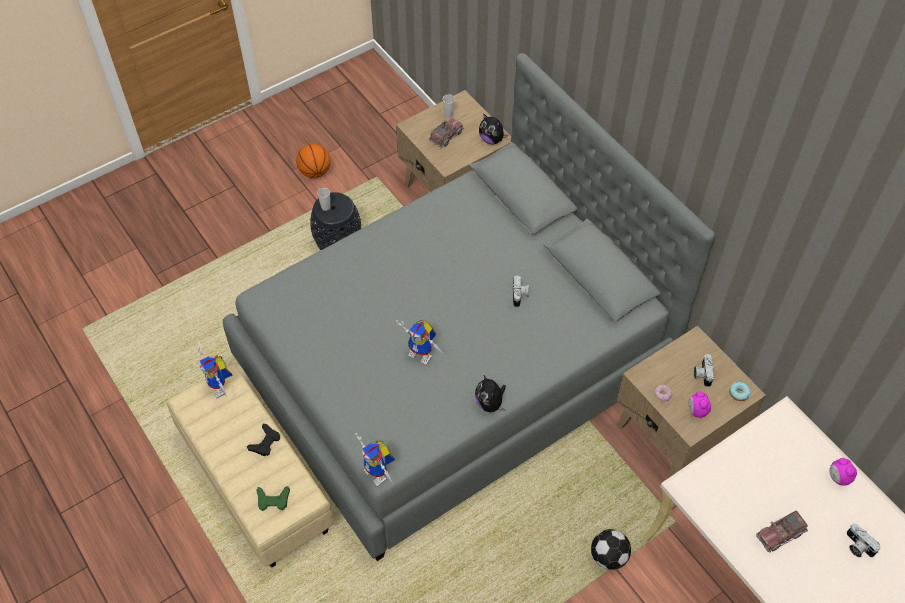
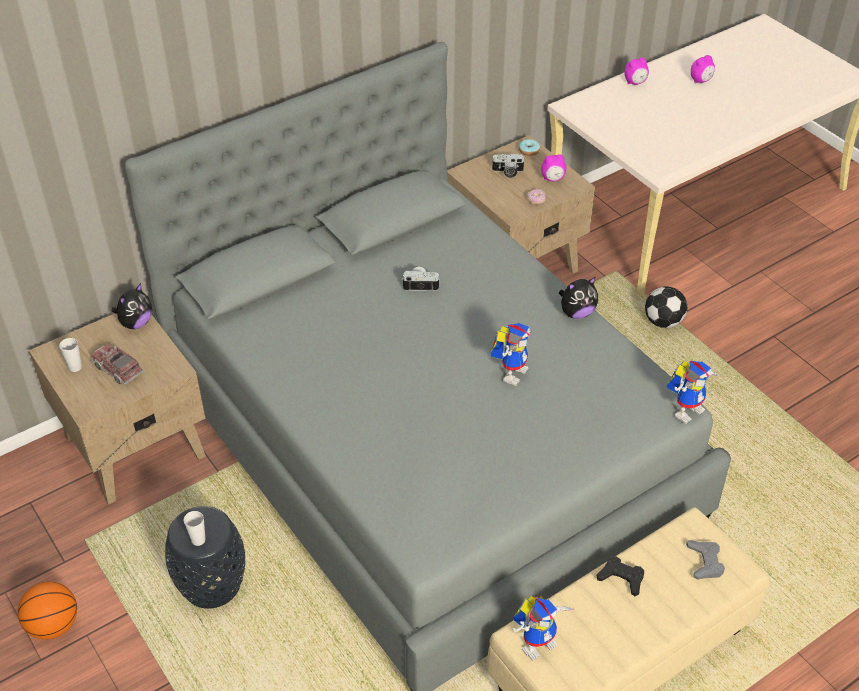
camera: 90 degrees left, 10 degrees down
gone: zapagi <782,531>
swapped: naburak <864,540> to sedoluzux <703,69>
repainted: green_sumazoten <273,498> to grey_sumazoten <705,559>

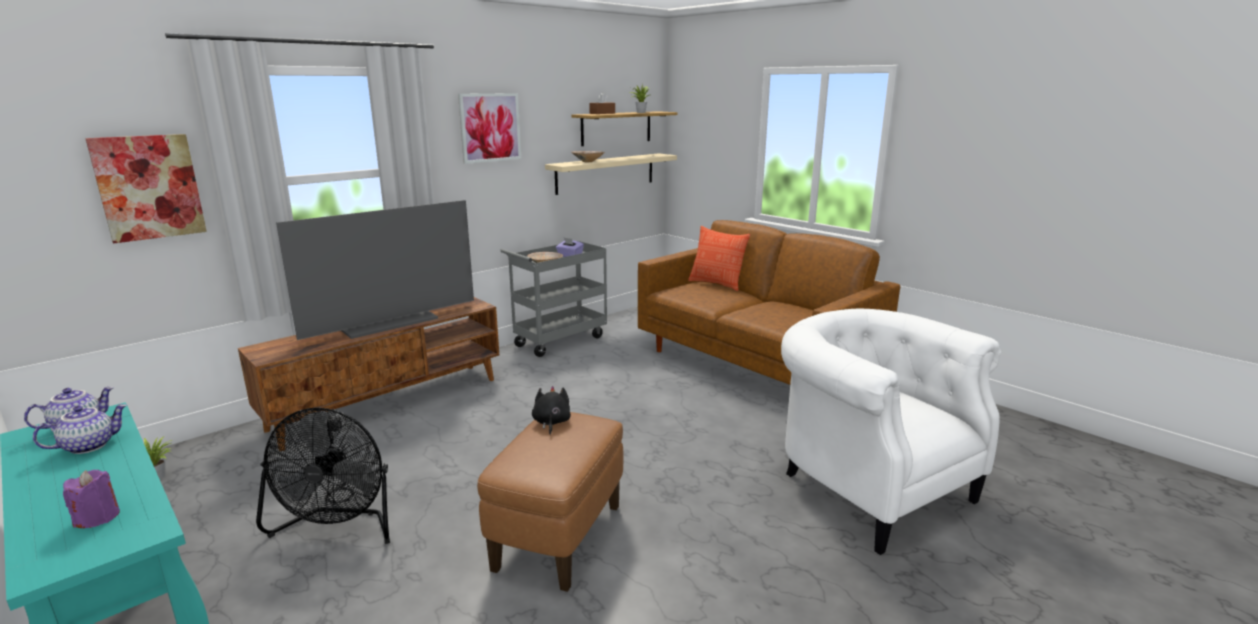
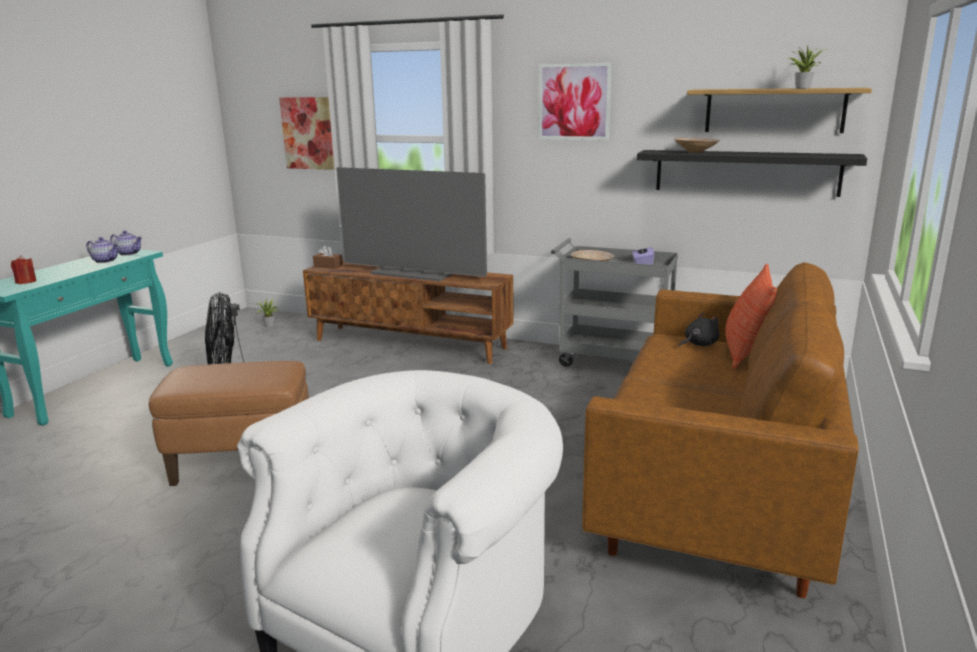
camera: 65 degrees right, 0 degrees up
shifted: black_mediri <551,410> to <699,330>; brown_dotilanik <602,103> to <328,257>
repainted: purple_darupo <91,499> to red_darupo <24,269>; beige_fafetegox <611,174> to black_fafetegox <752,173>

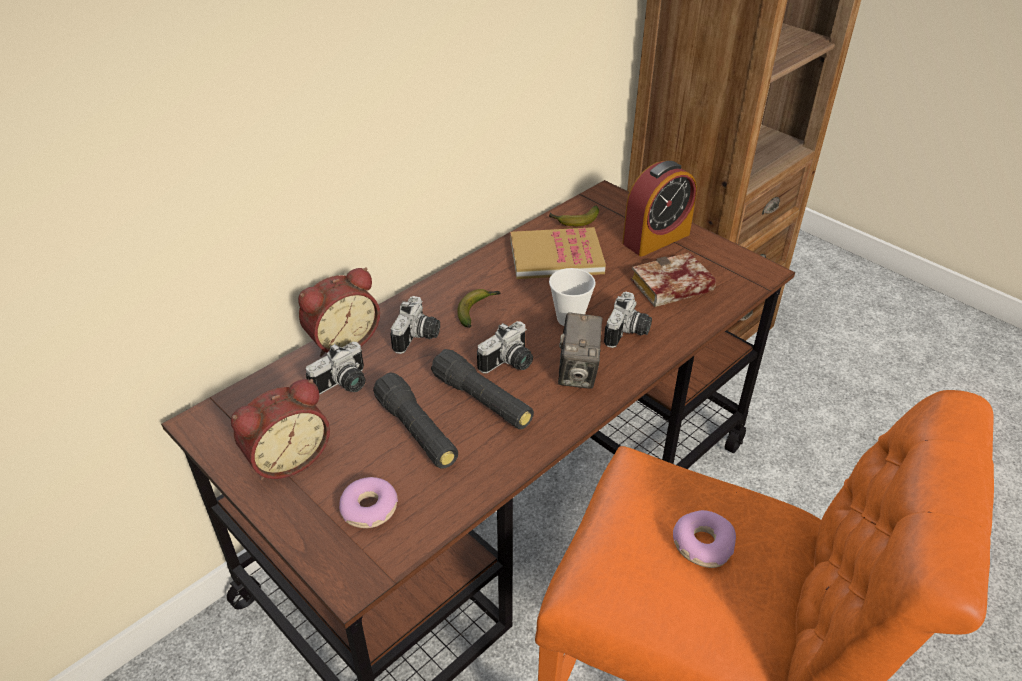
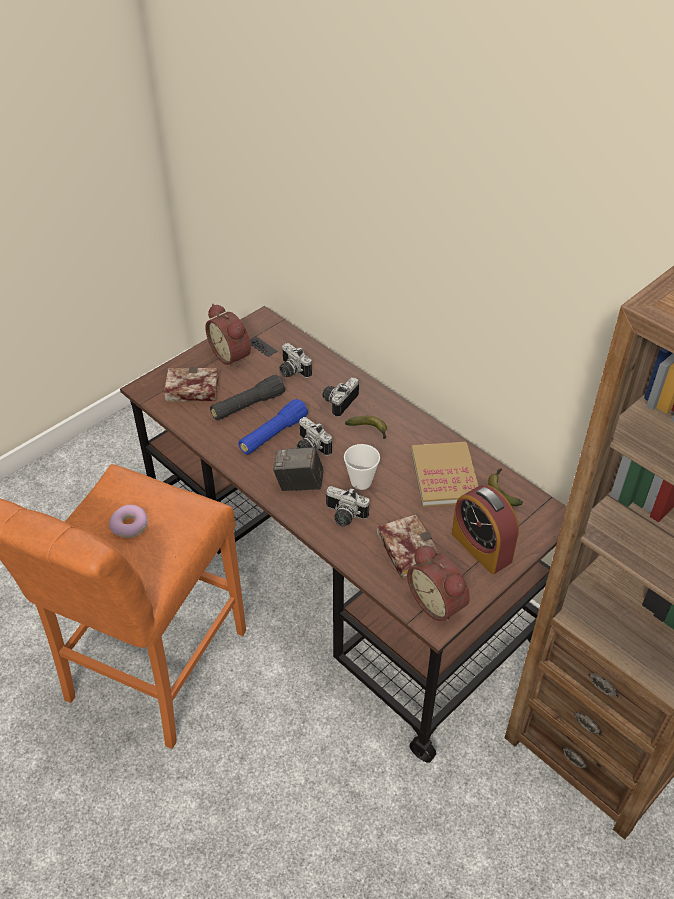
camera: 90 degrees right, 5 degrees up
shifted: sedoluzux <339,312> to <438,584>
swapped: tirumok <368,502> to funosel <191,384>
repainted: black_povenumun <482,389> to blue_povenumun <273,427>
rotated: naburak <415,325> = <340,397> 105 degrees clockwise

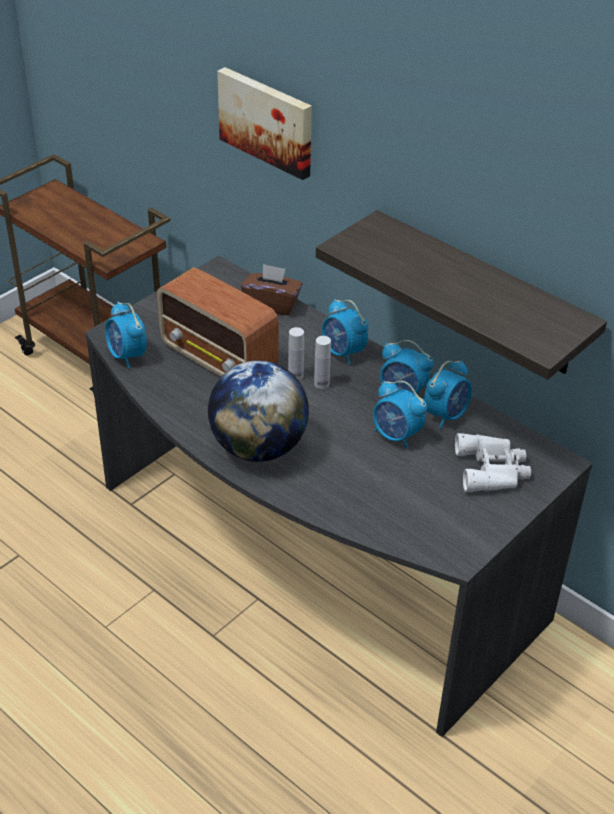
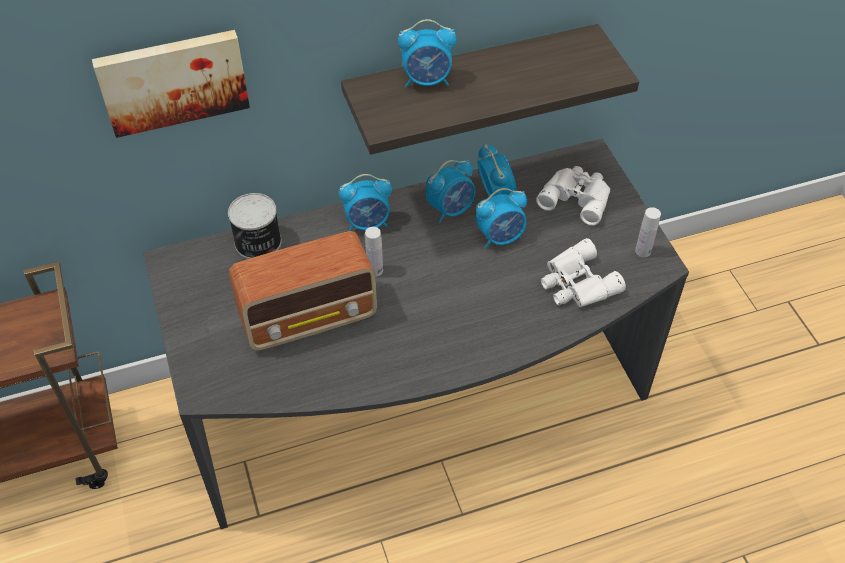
camera: 60 degrees left, 10 degrees up
gone: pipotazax <258,411>
new: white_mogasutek <583,272>
shifted: sedoluzux <126,334> to <427,53>; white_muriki <322,362> to <648,232>
swapped: brown_dotilanik <272,289> to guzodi <255,226>

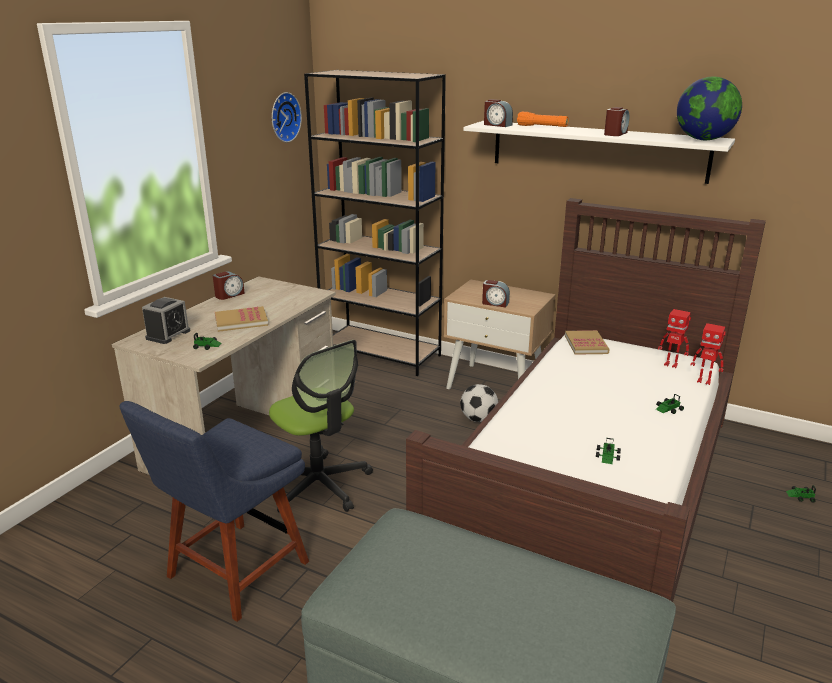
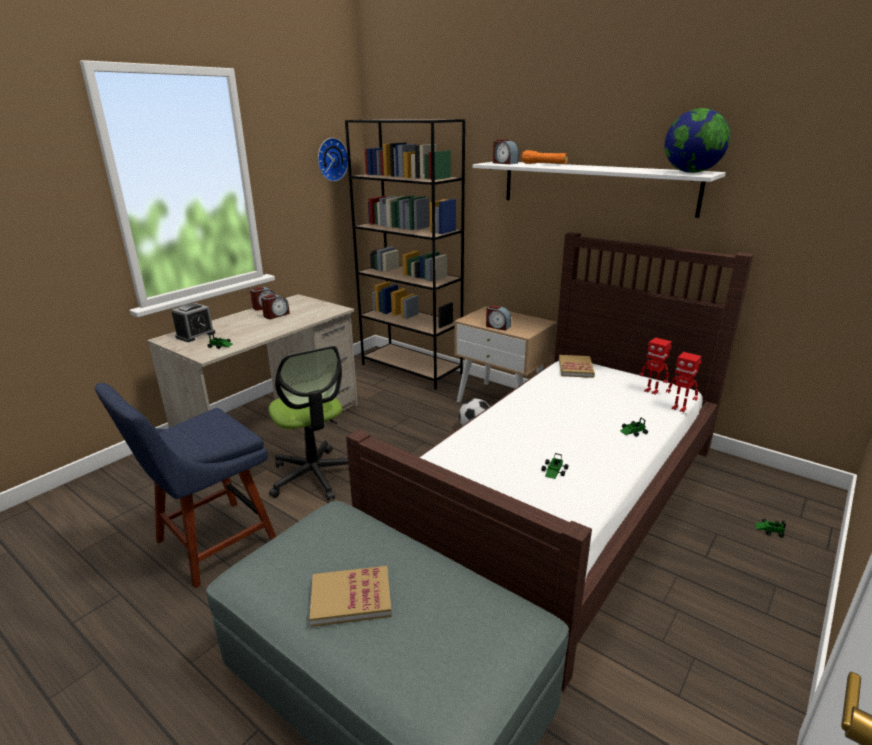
camera: 10 degrees right, 0 degrees up
shifted: funosel <241,319> to <351,596>; sedoluzux <616,121> to <275,306>

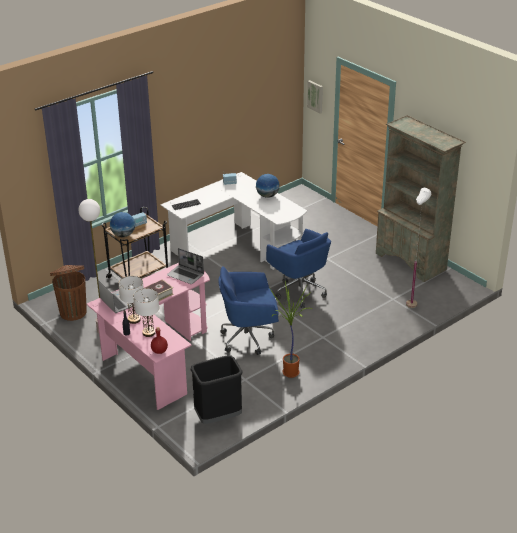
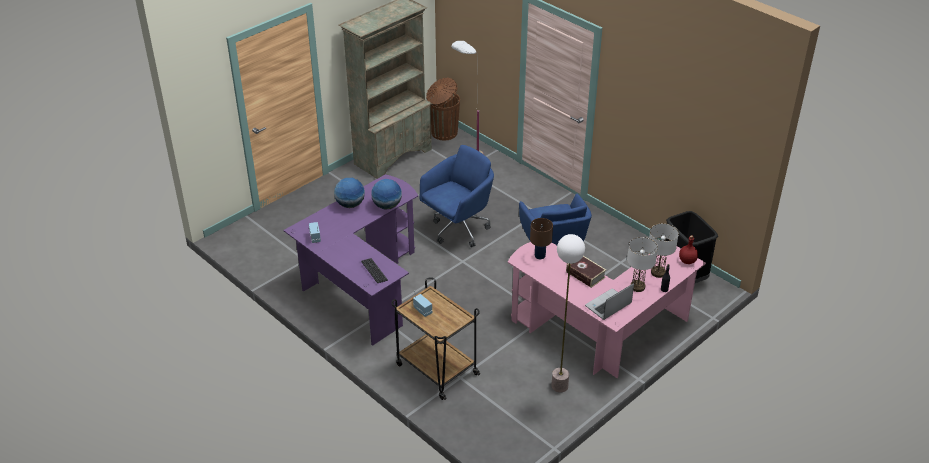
camera: 95 degrees left, 5 degrees up
gone: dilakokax <291,329>; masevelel <315,97>
shifted: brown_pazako <68,293> to <443,109>; pipotazax <122,224> to <386,194>
swapped: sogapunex <185,266> to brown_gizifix <541,238>
repainted: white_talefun <233,221> to purple_talefun <350,260>

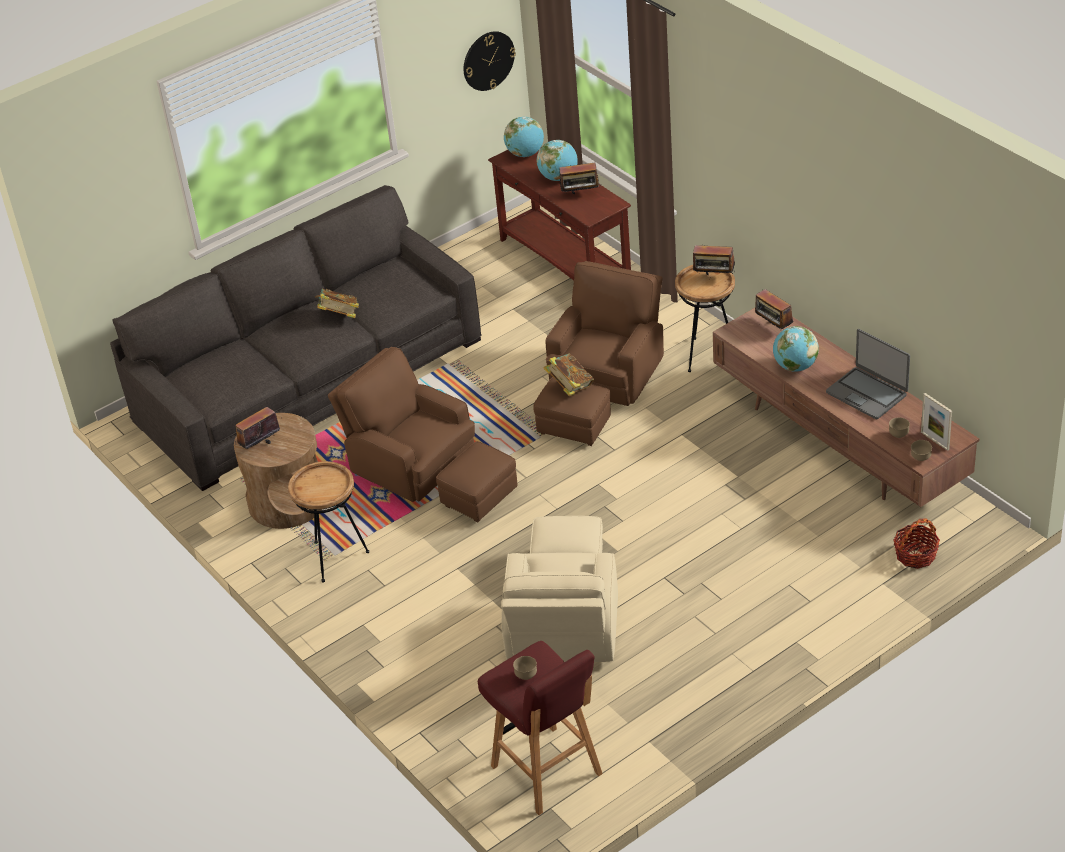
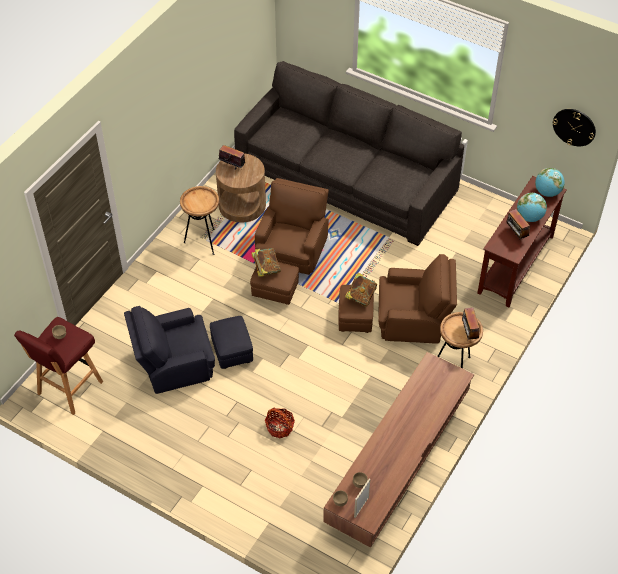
camera: 65 degrees right, 10 degrees up
gone: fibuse <774,309>; pipotazax <796,349>; sogapunex <868,374>
shifted: funosel <337,303> to <266,262>; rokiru <916,543> to <280,423>
repainted: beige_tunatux <559,589> to black_tunatux <188,350>

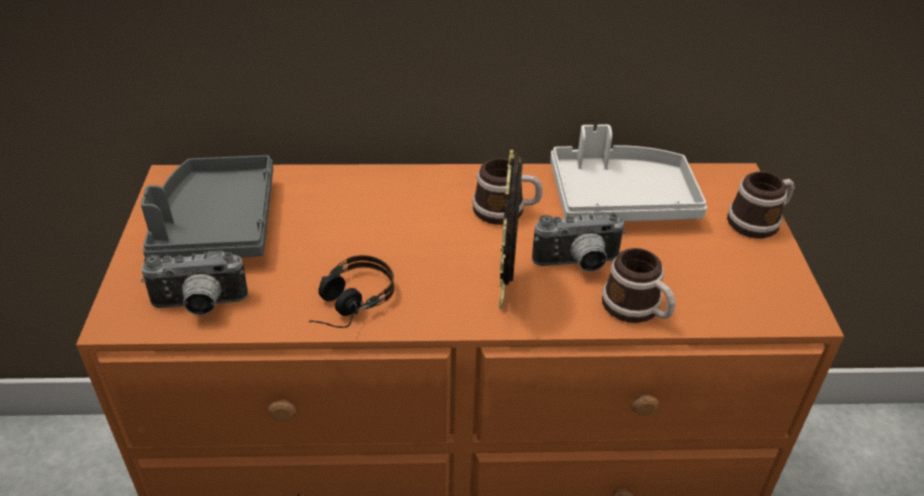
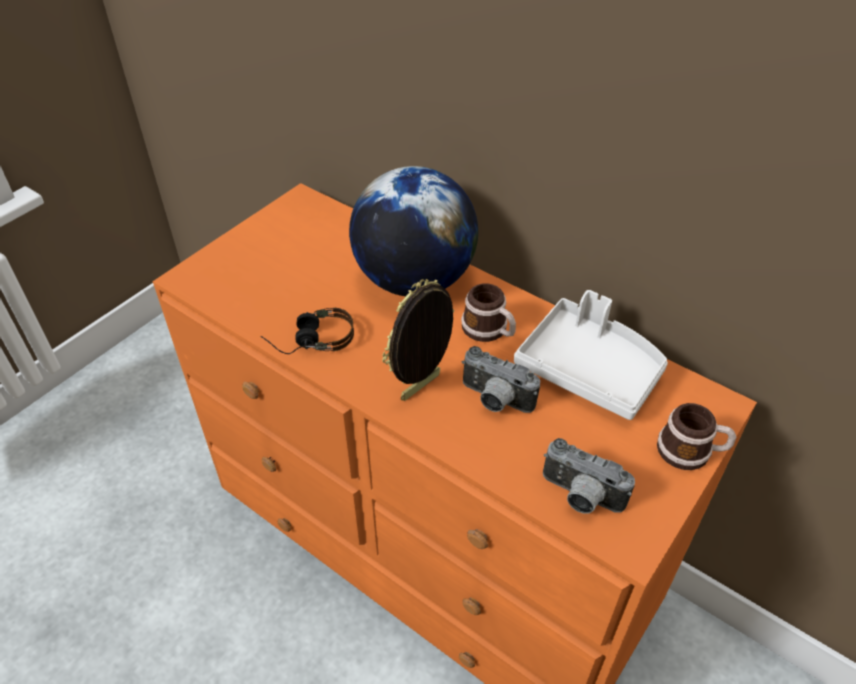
camera: 40 degrees right, 5 degrees up
gone: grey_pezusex <207,207>; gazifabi <638,285>
new: pipotazax <413,231>
shifted: naburak <194,283> to <589,476>

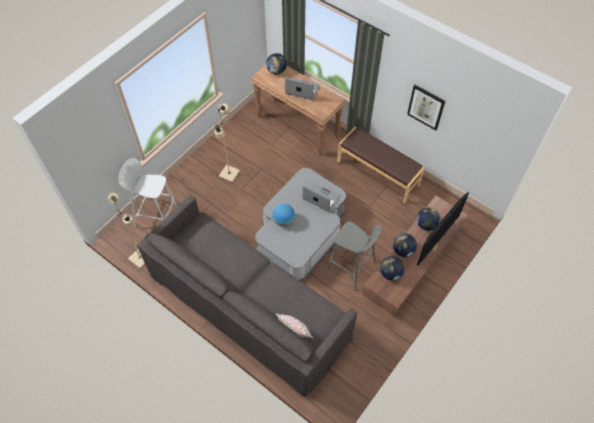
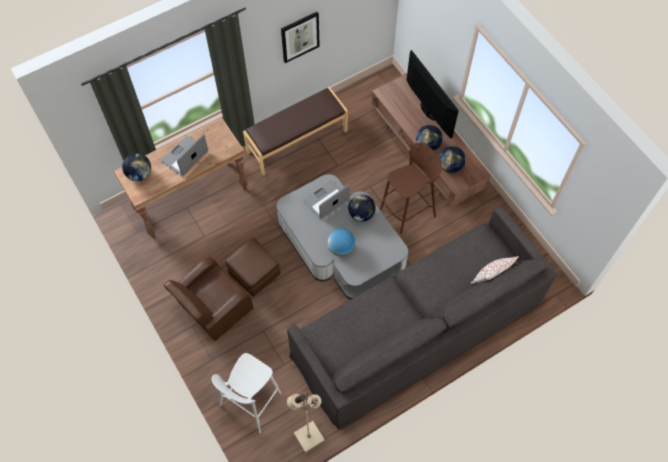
camera: 70 degrees left, 5 degrees up
shifted: pipotazax <428,219> to <362,207>
swapped: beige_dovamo <227,142> to brown_tunatux <222,289>
repainted: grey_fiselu <355,256> to brown_fiselu <411,188>

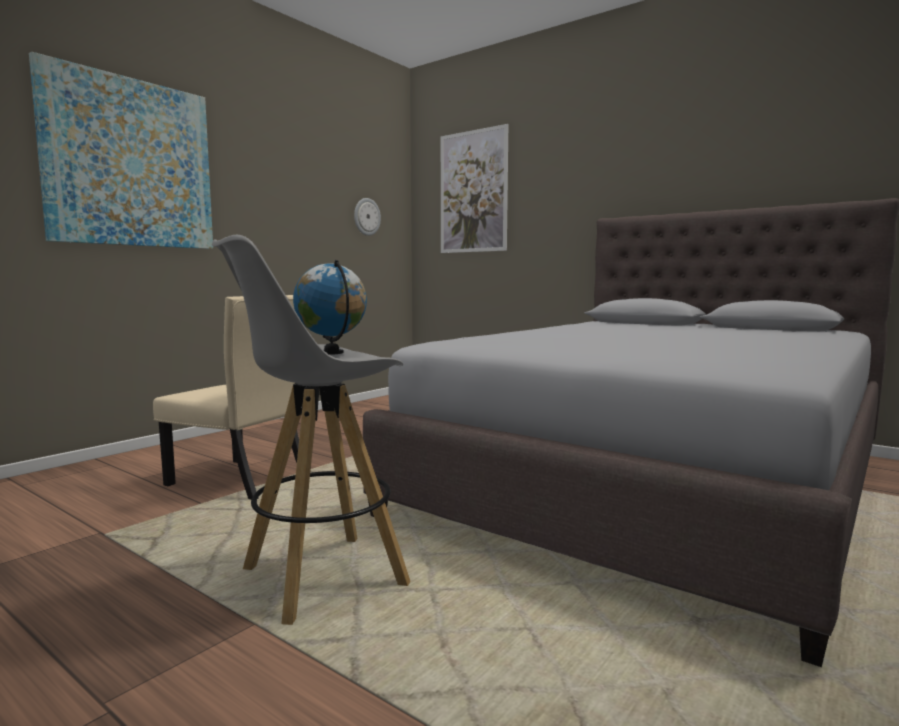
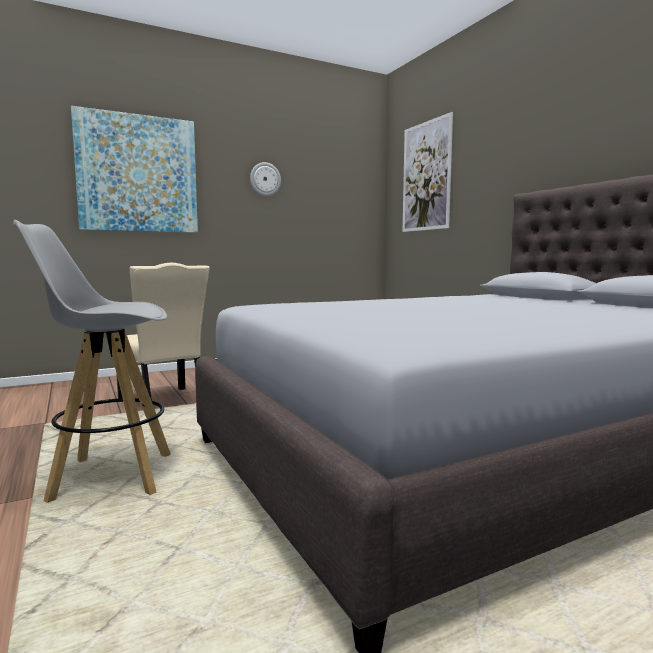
camera: 25 degrees right, 0 degrees up
gone: pipotazax <330,307>
shifted: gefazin <367,217> to <265,179>

